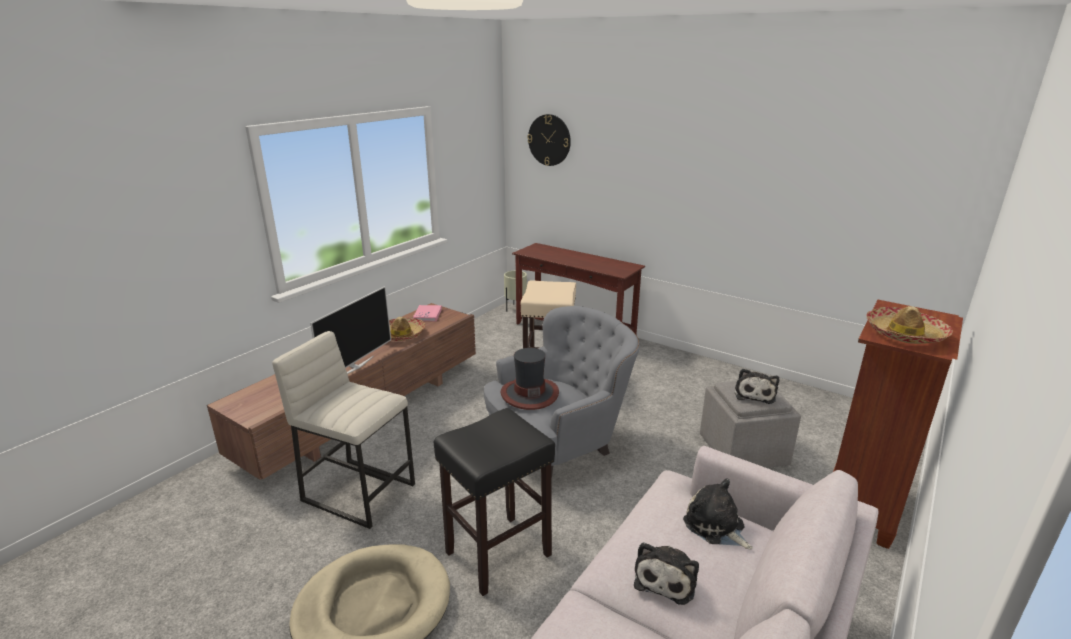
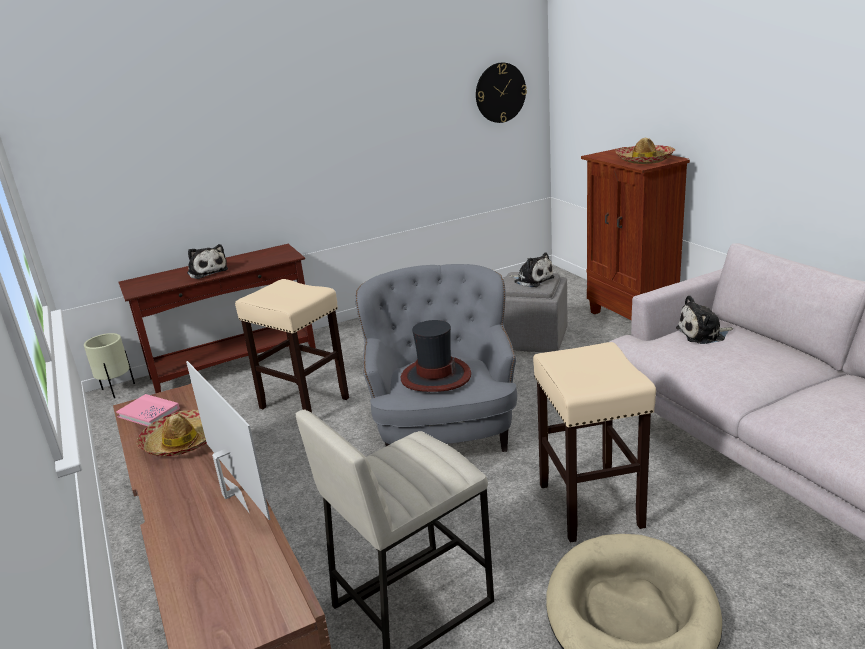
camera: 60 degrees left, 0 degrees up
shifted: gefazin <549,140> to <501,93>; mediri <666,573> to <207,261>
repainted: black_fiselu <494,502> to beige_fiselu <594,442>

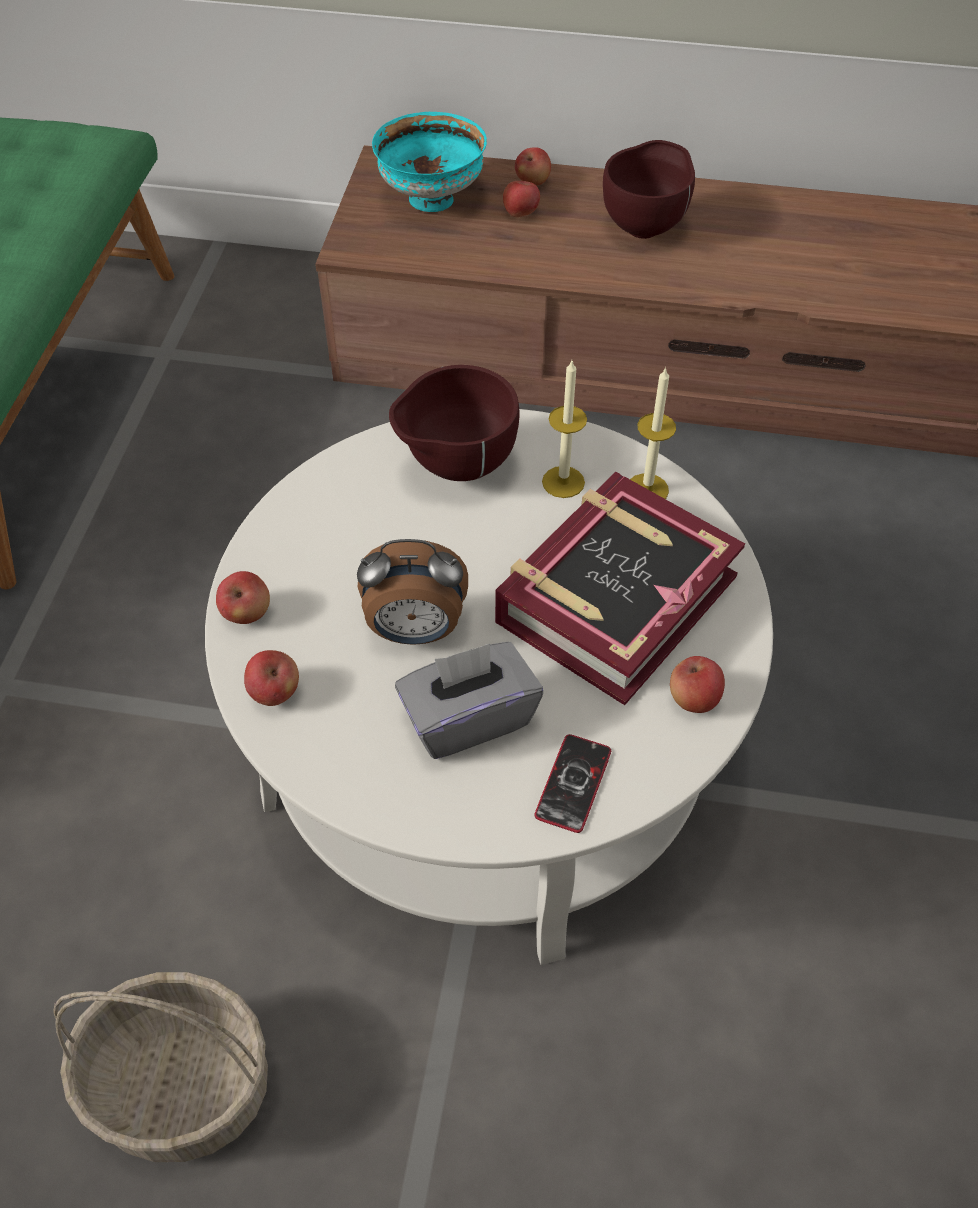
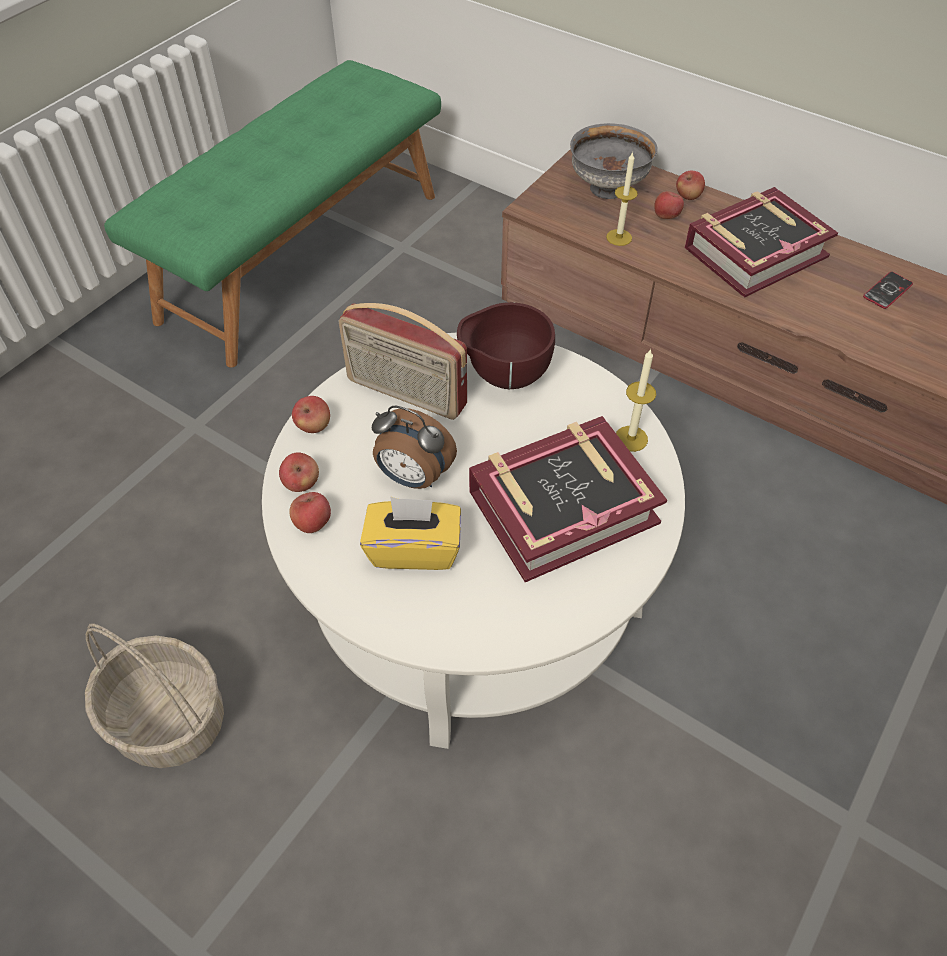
camera: 25 degrees right, 0 degrees up
new: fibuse <403,361>
shifted: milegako <572,783> to <888,290>; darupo <564,429> to <622,198>; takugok <697,684> to <310,512>
swapped: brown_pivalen <649,189> to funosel <761,242>
repainted: turquoise_pivalen <429,162> to grey_pivalen <614,161>; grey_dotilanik <469,700> to yellow_dotilanik <410,533>

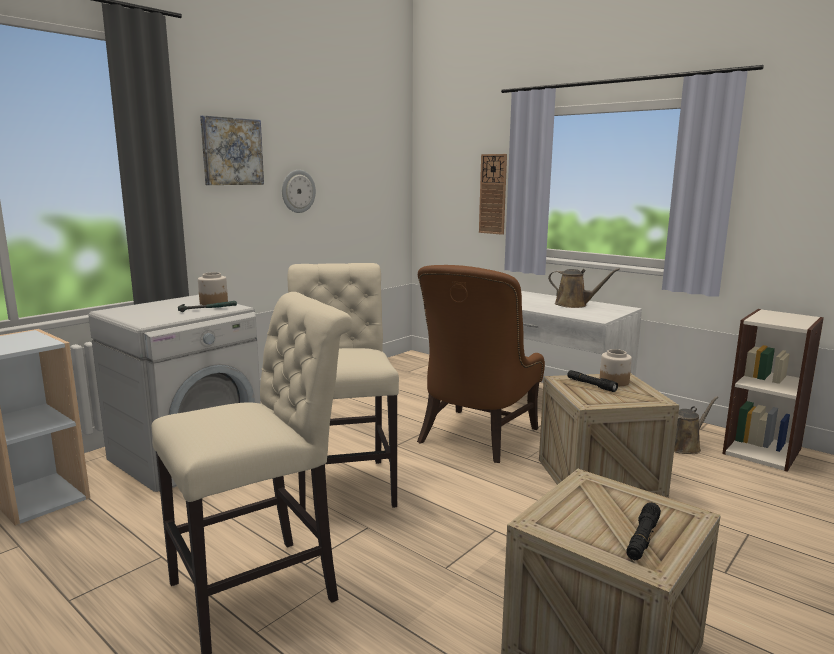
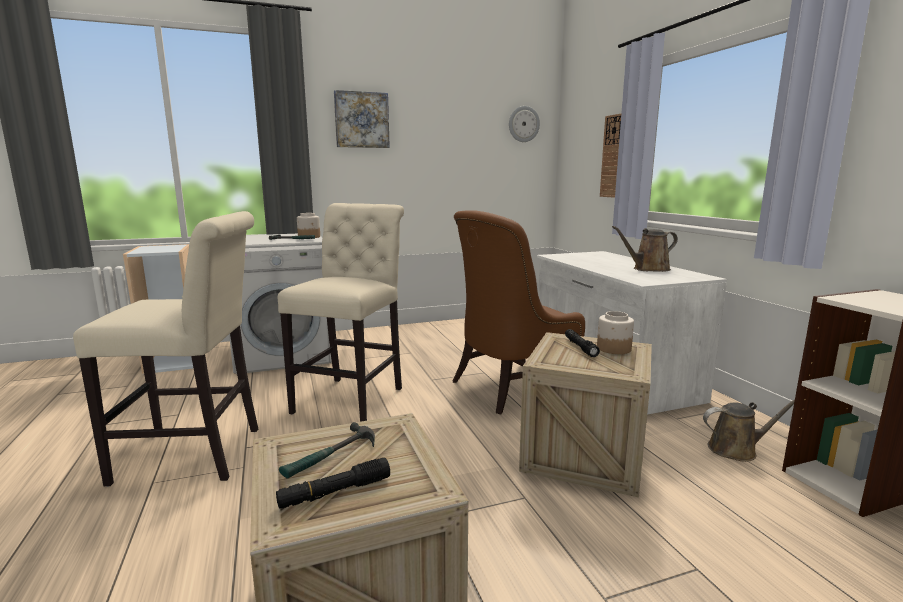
camera: 30 degrees right, 0 degrees up
new: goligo <327,450>
shifted: gefazin <299,191> to <524,124>
rotated: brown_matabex <584,288> = <645,249> 105 degrees clockwise

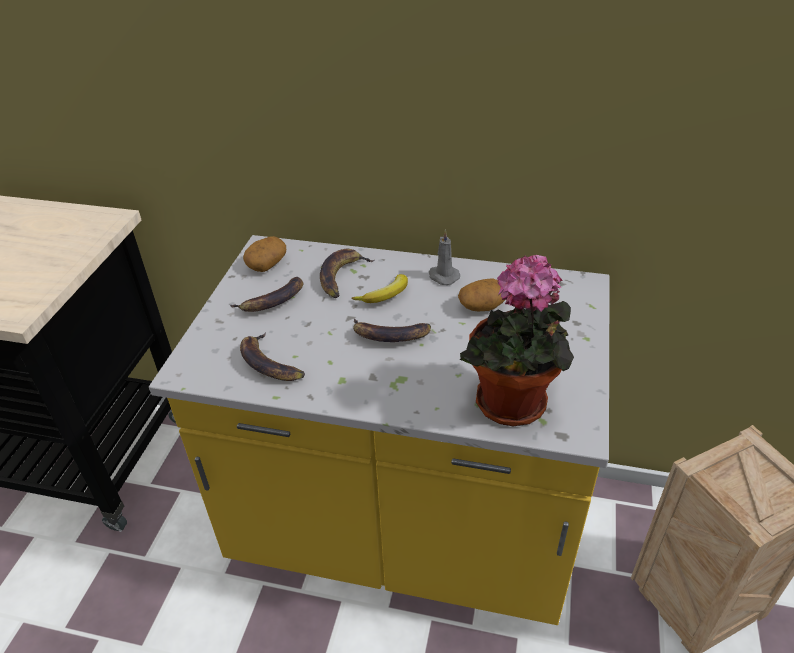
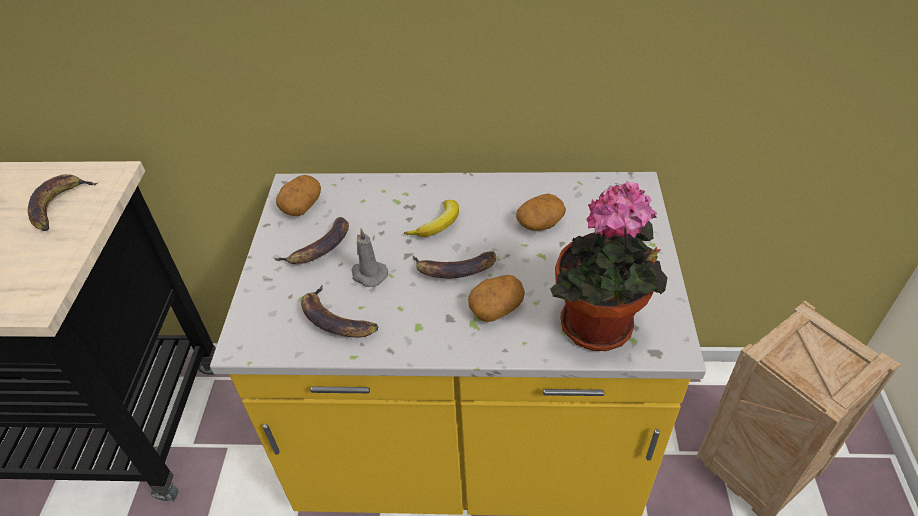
camera: 10 degrees left, 5 degrees up
new: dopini <496,298>
shifted: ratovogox <347,273> to <63,202>; grey_darupo <444,257> to <370,257>

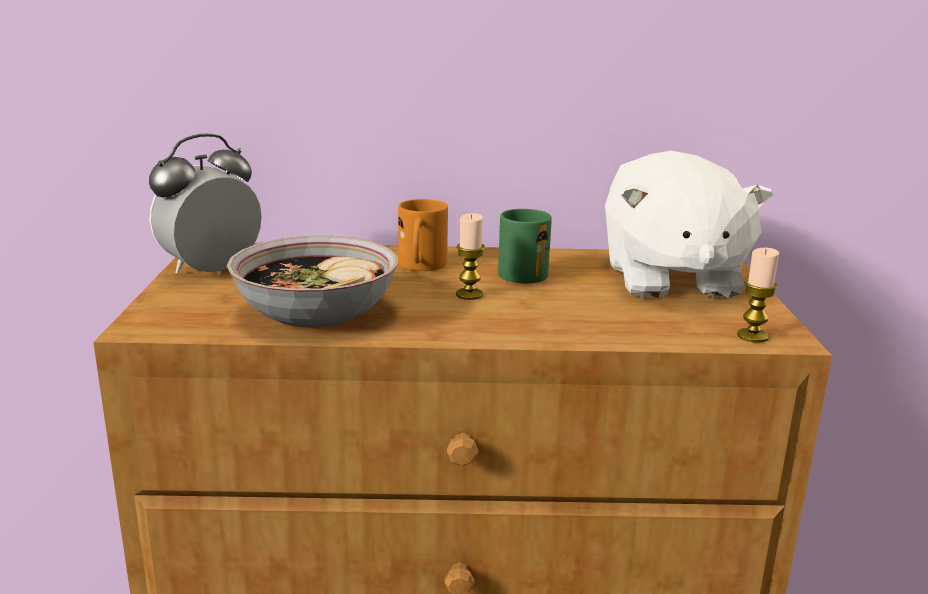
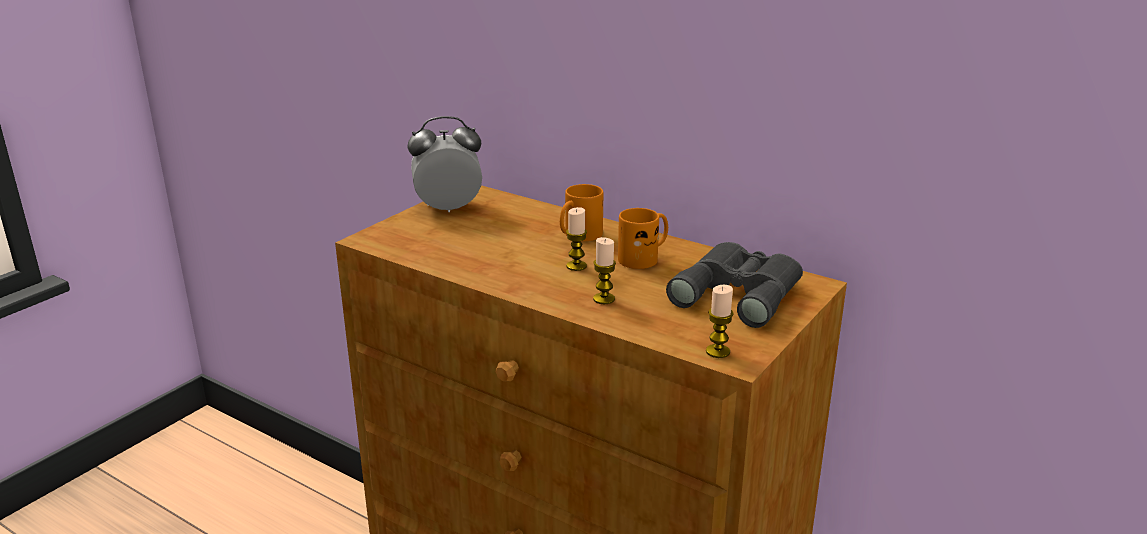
camera: 35 degrees right, 5 degrees up
gone: pivalen <312,282>
new: darupo <604,270>
swapped: white_mediri <689,224> to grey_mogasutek <734,285>
repainted: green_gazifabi <525,246> to orange_gazifabi <643,238>

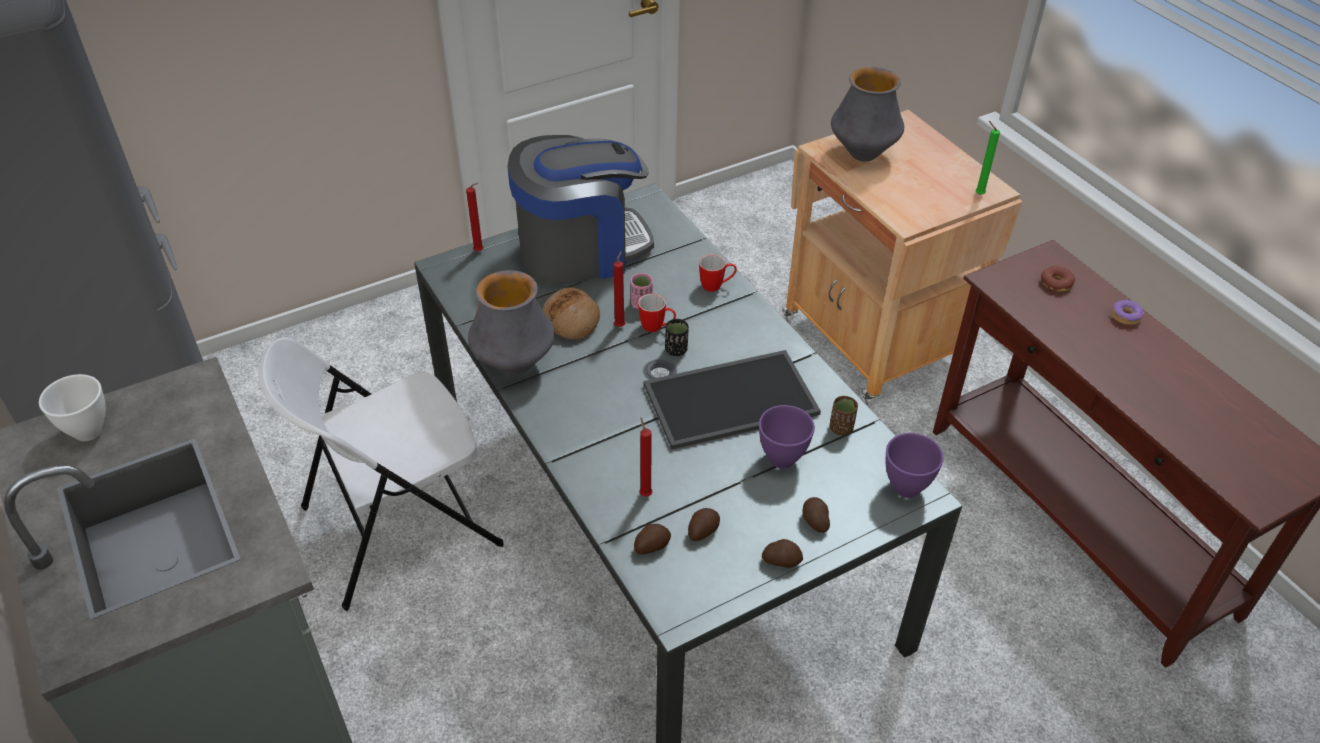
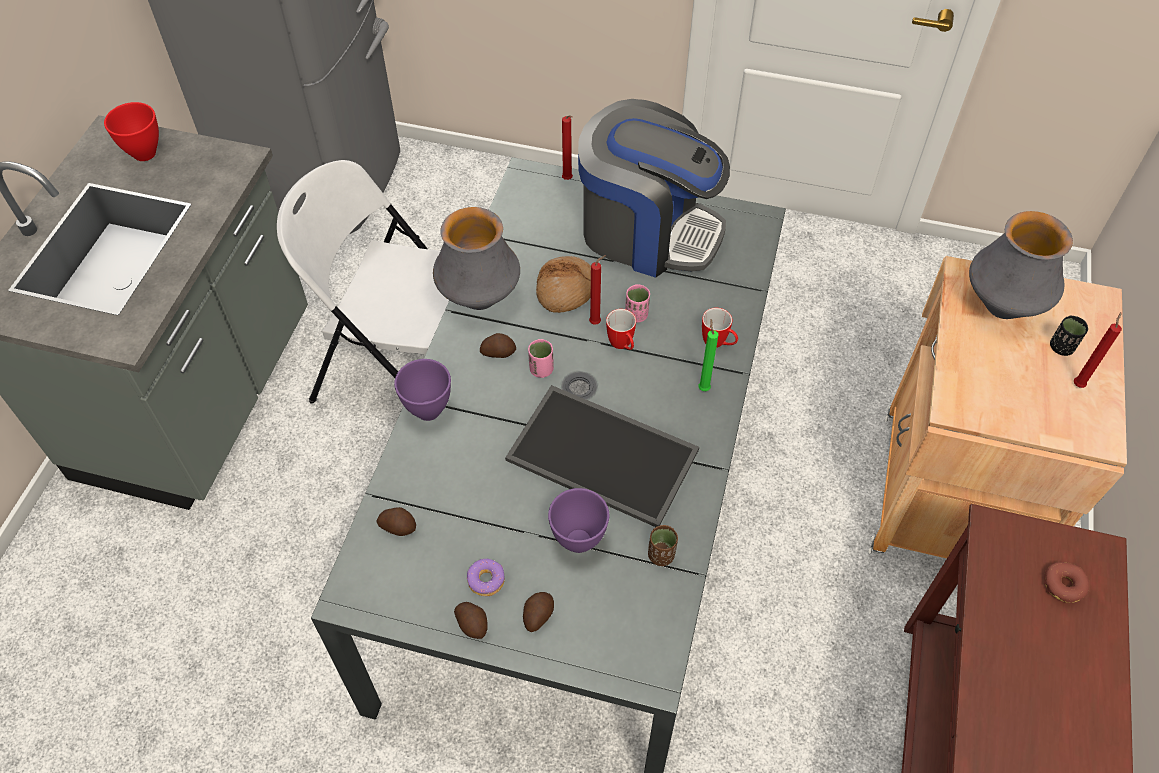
camera: 45 degrees right, 10 degrees up
new: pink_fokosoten <541,358>
shifted: red_darupo <646,457> to <1098,350>; black_fokosoten <677,337> to <1069,335>; dopini <704,524> to <498,345>; purple_pivalen <915,465> to <422,390>; green_darupo <987,158> to <708,355>; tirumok <1128,312> to <486,577>
repainted: white_pivalen <72,407> to red_pivalen <131,131>

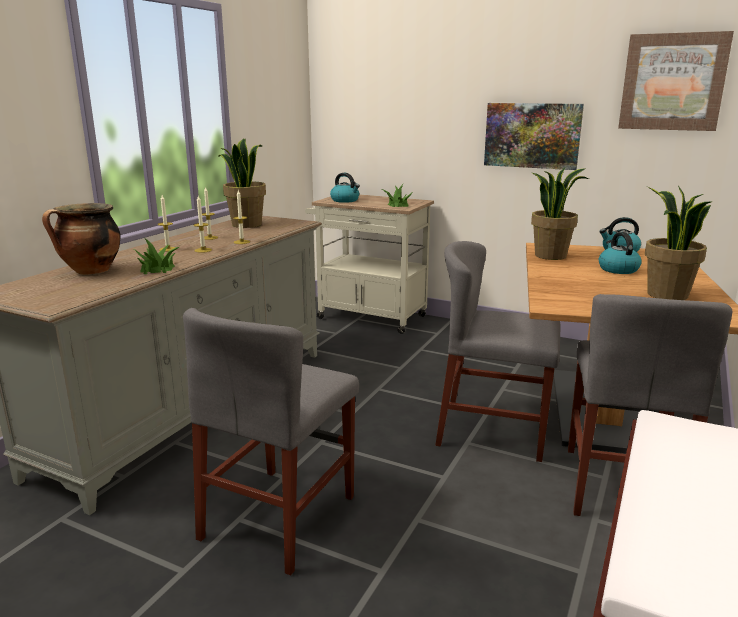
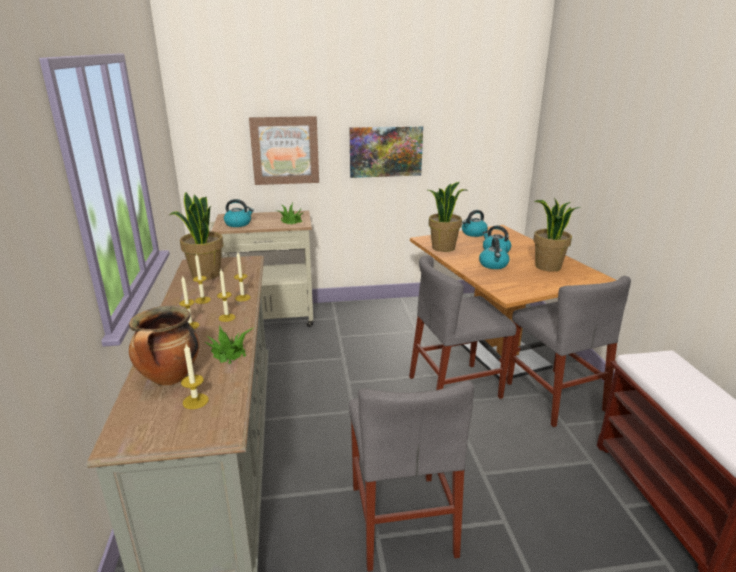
camera: 35 degrees left, 5 degrees up
new: darupo <195,376>; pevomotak <494,253>
shifted: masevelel <676,81> to <284,150>

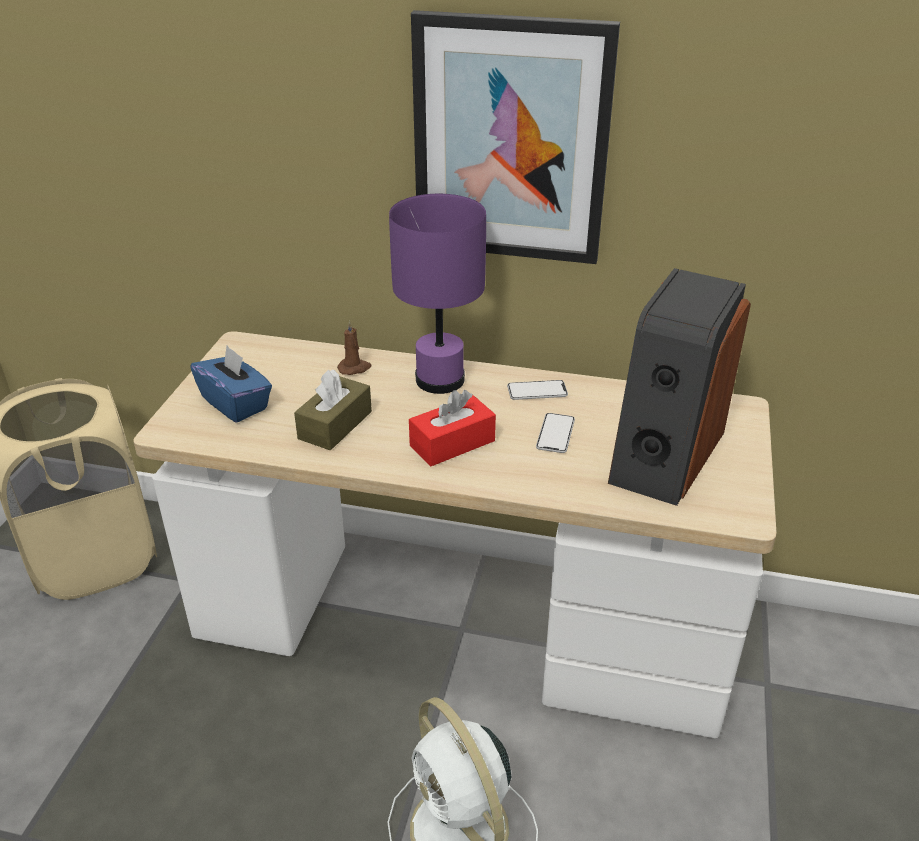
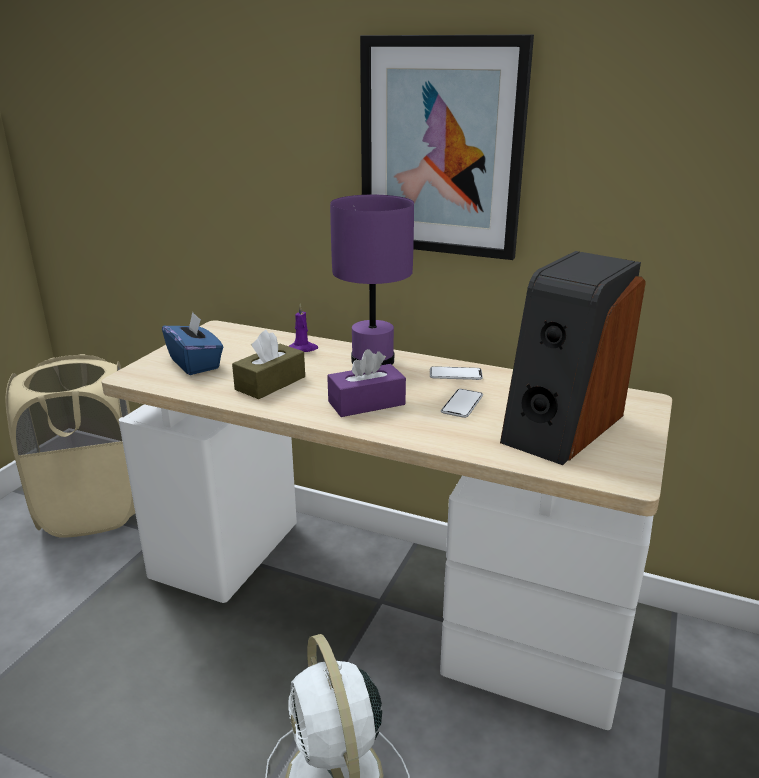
camera: 10 degrees right, 10 degrees down
repainted: brown_darupo <354,347> to purple_darupo <303,328>; red_dotilanik <452,428> to purple_dotilanik <366,383>

